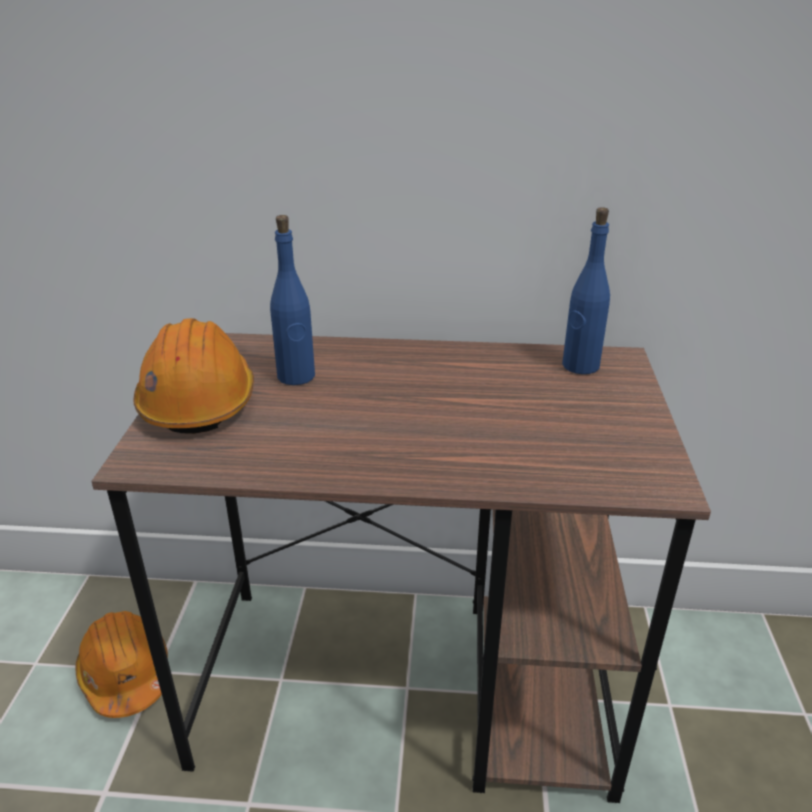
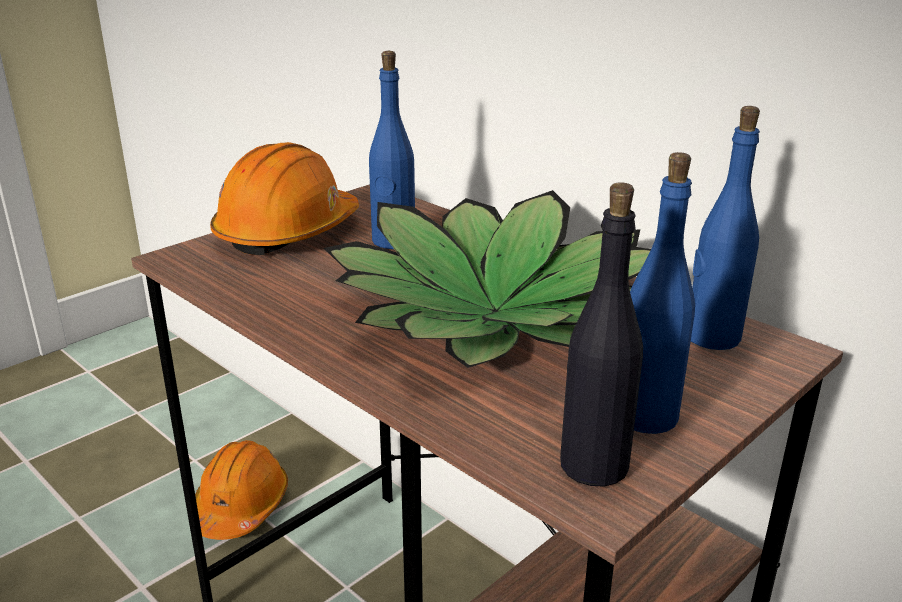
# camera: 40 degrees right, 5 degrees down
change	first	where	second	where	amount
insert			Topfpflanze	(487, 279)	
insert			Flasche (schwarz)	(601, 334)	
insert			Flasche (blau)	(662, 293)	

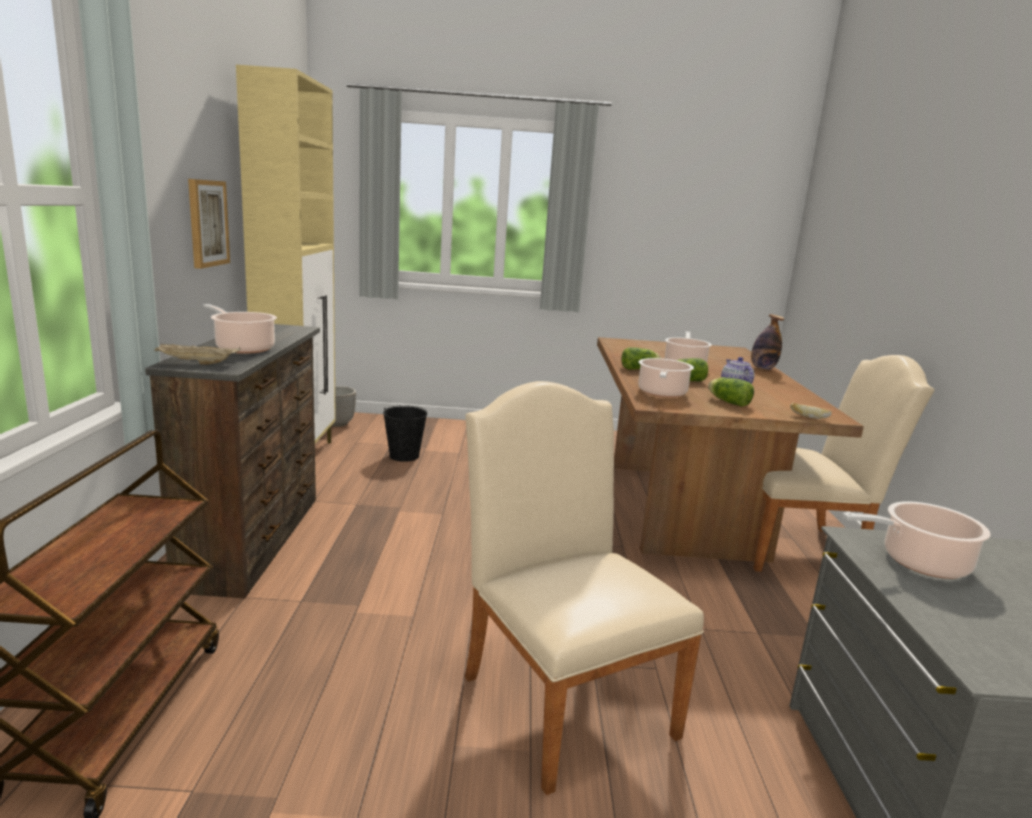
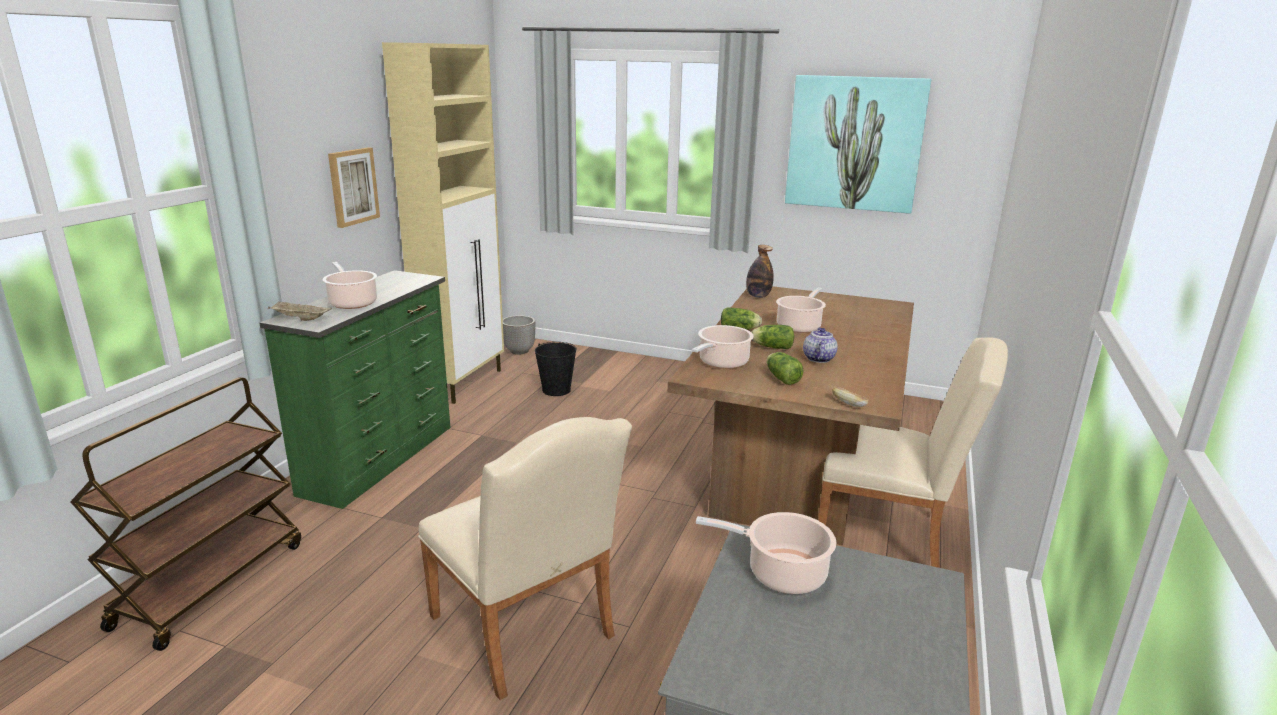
# camera: 20 degrees right, 5 degrees up
change	first	where	second	where	amount
insert			Bild	(858, 144)	
move	Flasche	(767, 342)		(760, 271)	
recolor	Kommode (braun)	(232, 461)	Kommode (grün)	(355, 389)	
rotate	Stuhl (beige)	(584, 588)		(525, 558)	150 degrees clockwise

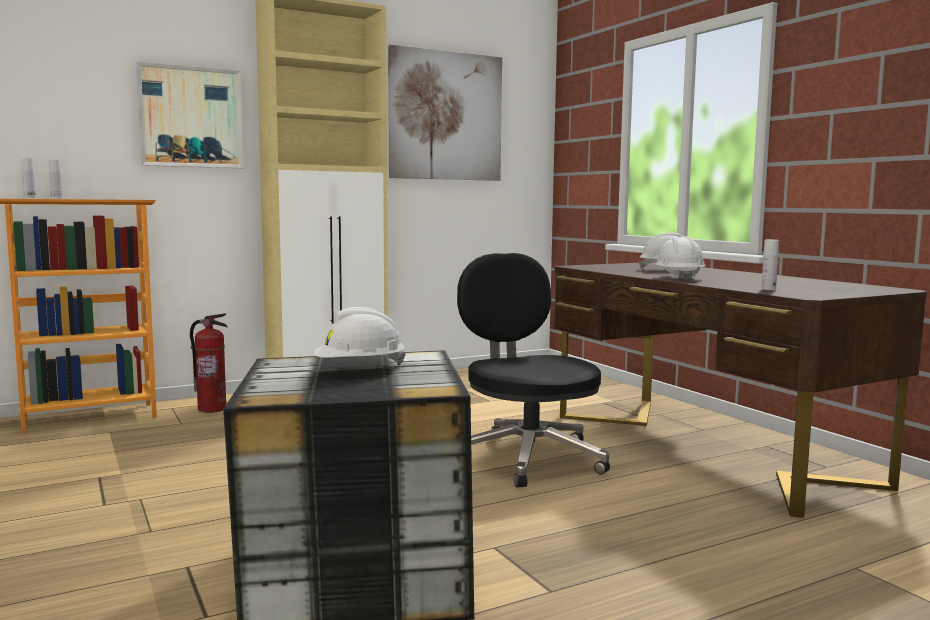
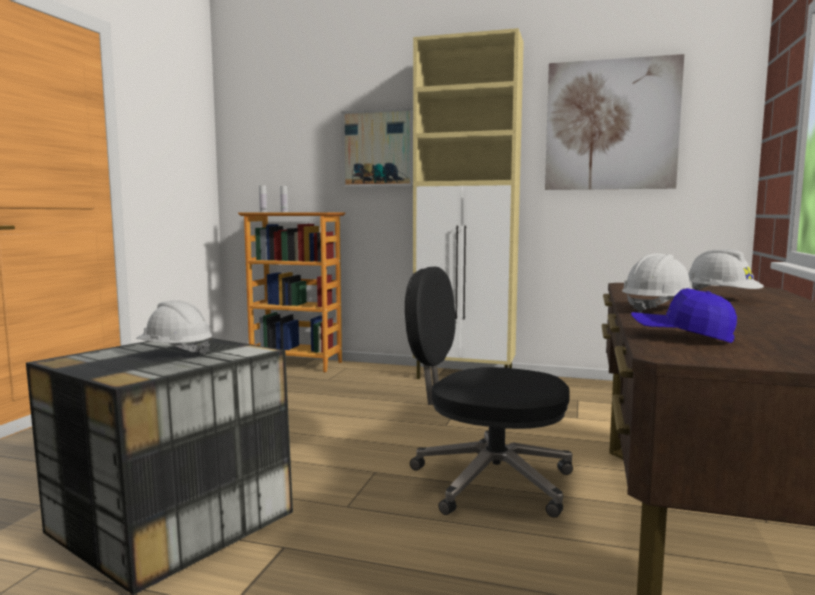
# camera: 45 degrees right, 0 degrees up
change	first	where	second	where	amount
delete	Feuerlöscher	(208, 363)			
replace	Flasche (weiß)	(770, 265)	Kappe (blau)	(684, 315)	
rotate	Bürostuhl (schwarz)	(533, 370)		(489, 392)	90 degrees counterclockwise

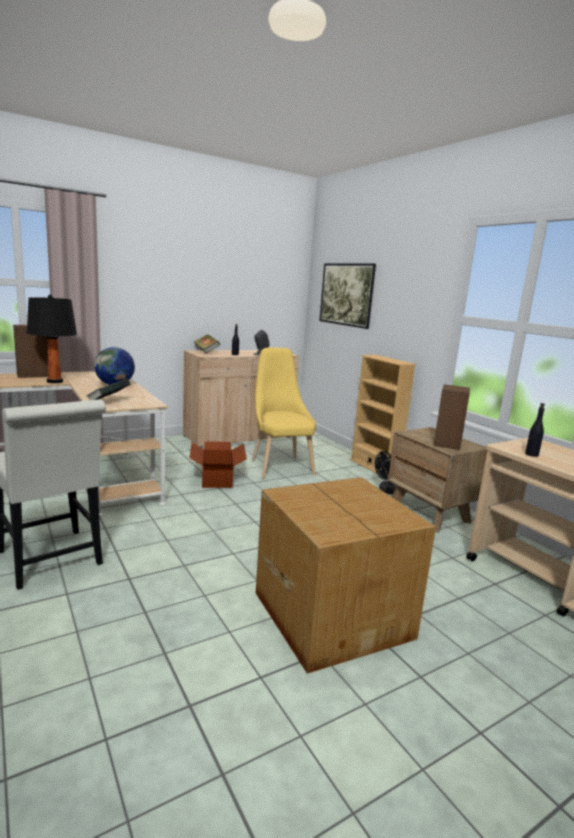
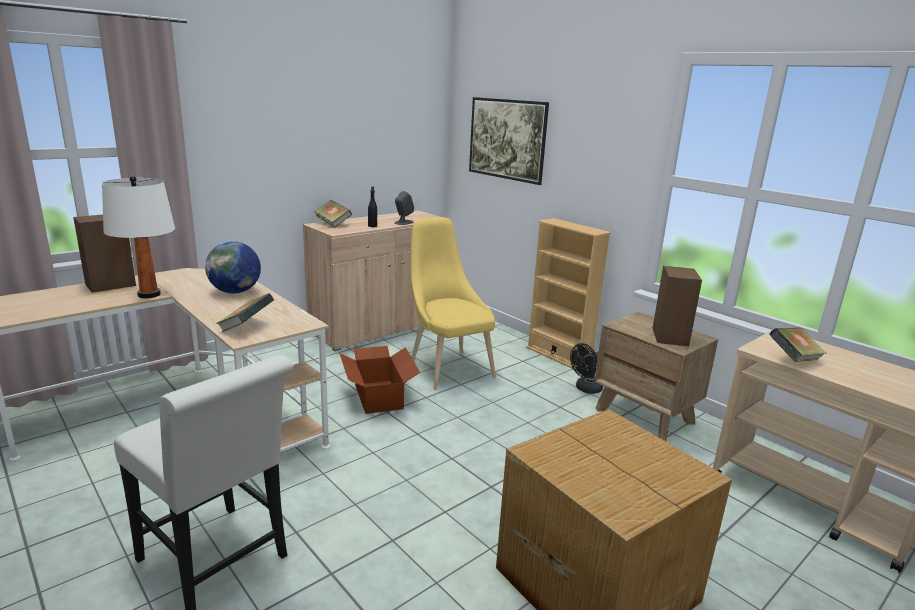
# camera: 10 degrees left, 5 degrees up
change	first	where	second	where	amount
replace	Flasche (schwarz)	(535, 430)	Buch	(797, 344)	
recolor	Tischlampe (schwarz)	(52, 338)	Tischlampe (weiß)	(138, 237)	

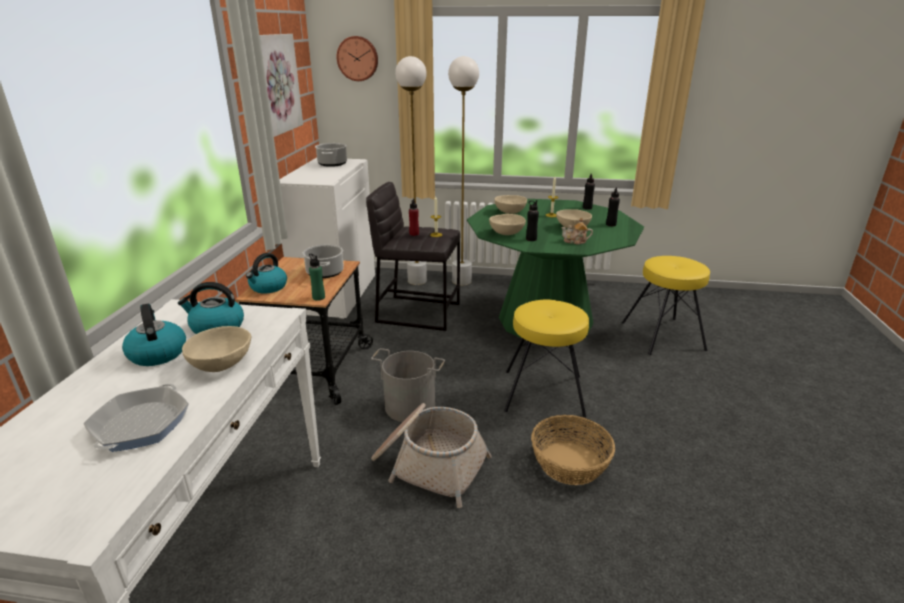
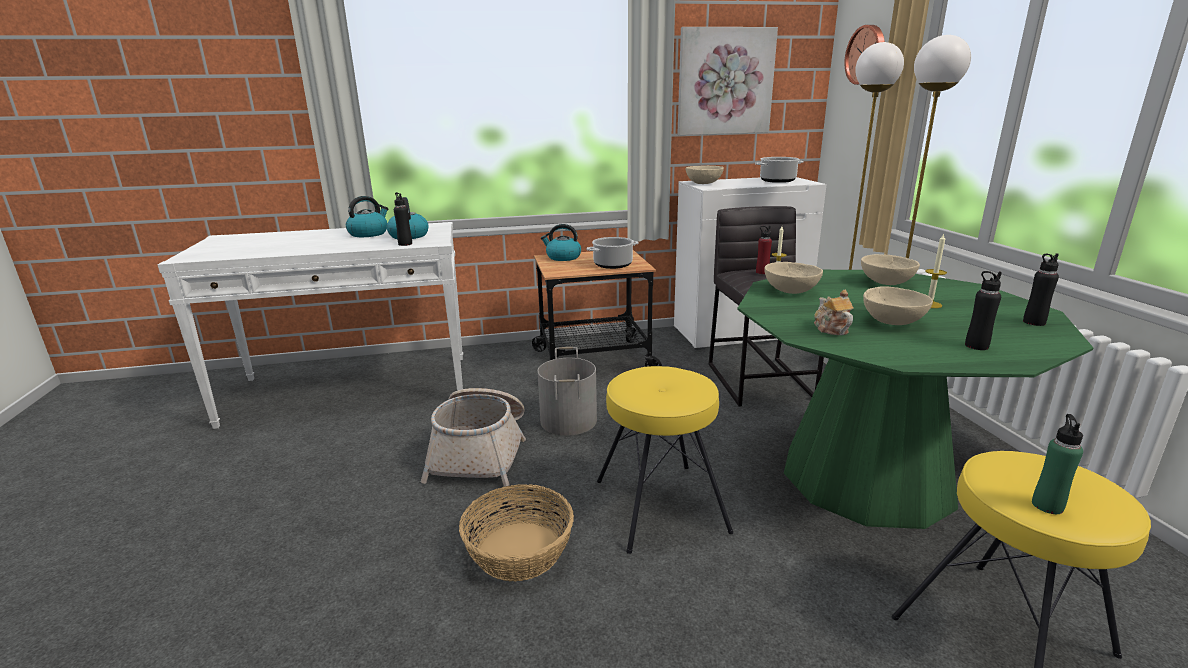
# camera: 70 degrees right, 5 degrees down
change	first	where	second	where	amount
delete	Pfanne	(136, 418)			
move	Schüssel (beige)	(216, 349)		(704, 175)	
move	Flasche (grün)	(317, 277)		(1057, 464)	
move	Flasche (schwarz)	(532, 220)		(403, 219)	

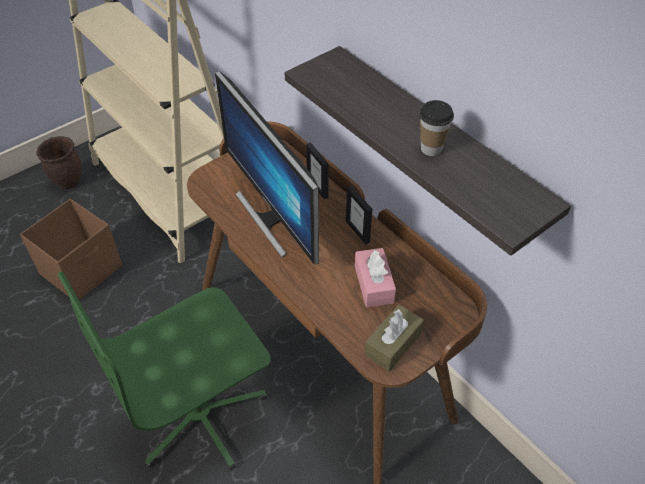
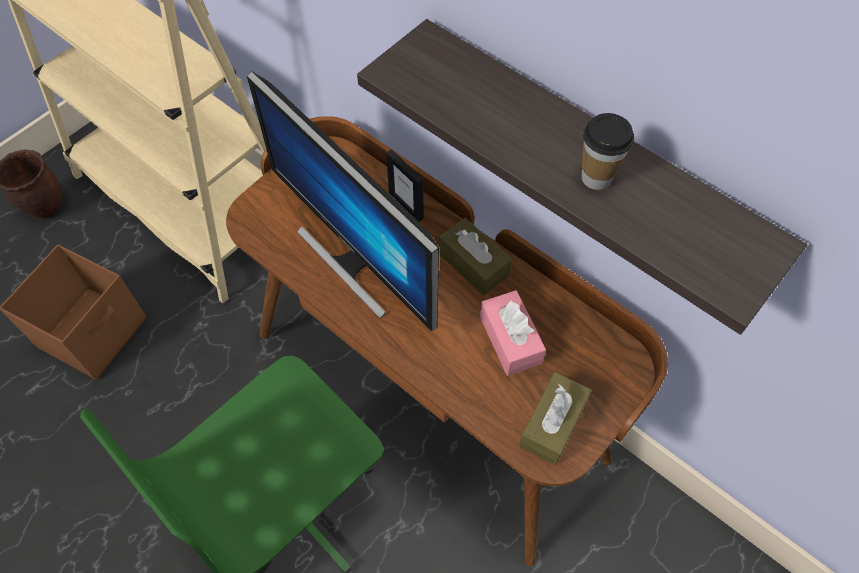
# camera: 10 degrees left, 10 degrees up
change	first	where	second	where	amount
replace	Bilderrahmen	(359, 215)	Taschentuchbox (braun)	(475, 257)	

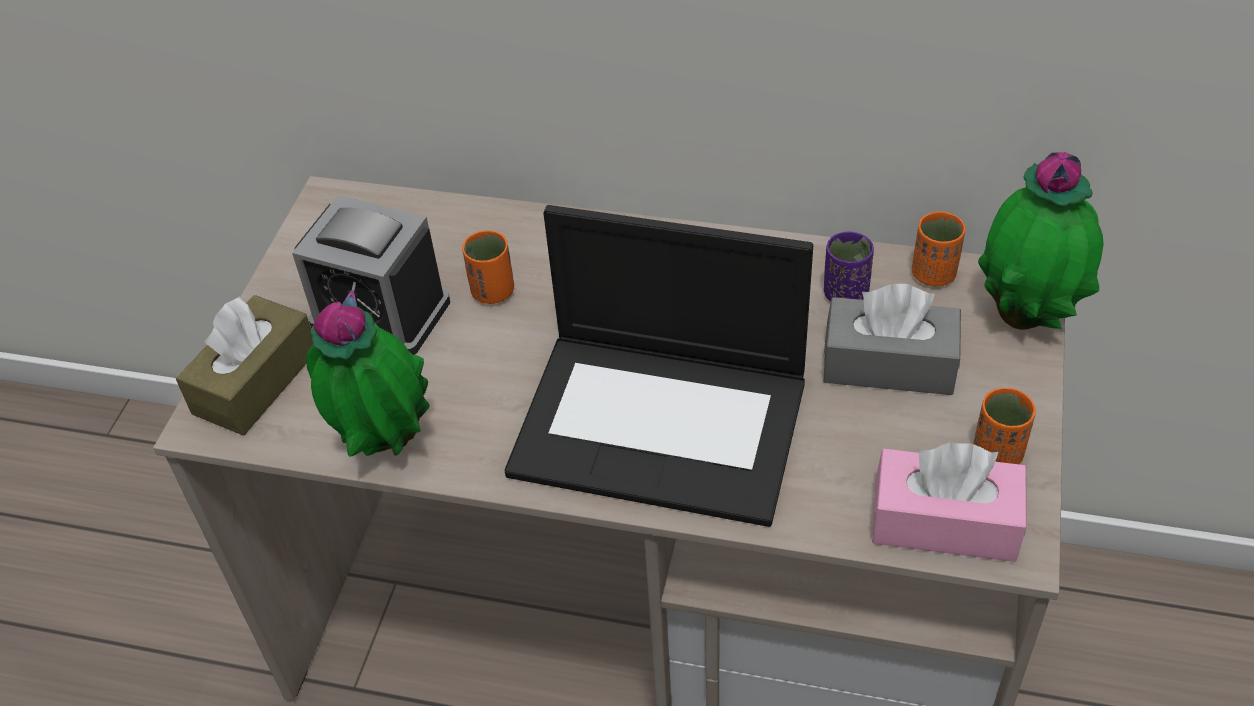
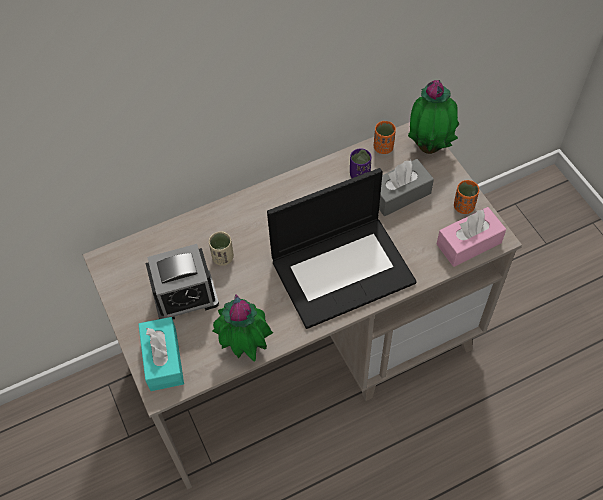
# camera: 40 degrees left, 10 degrees up
change	first	where	second	where	amount
recolor	Taschentuchbox (braun)	(244, 365)	Taschentuchbox (türkis)	(161, 354)	
recolor	Tasse (orange)	(488, 267)	Tasse (beige)	(221, 248)	

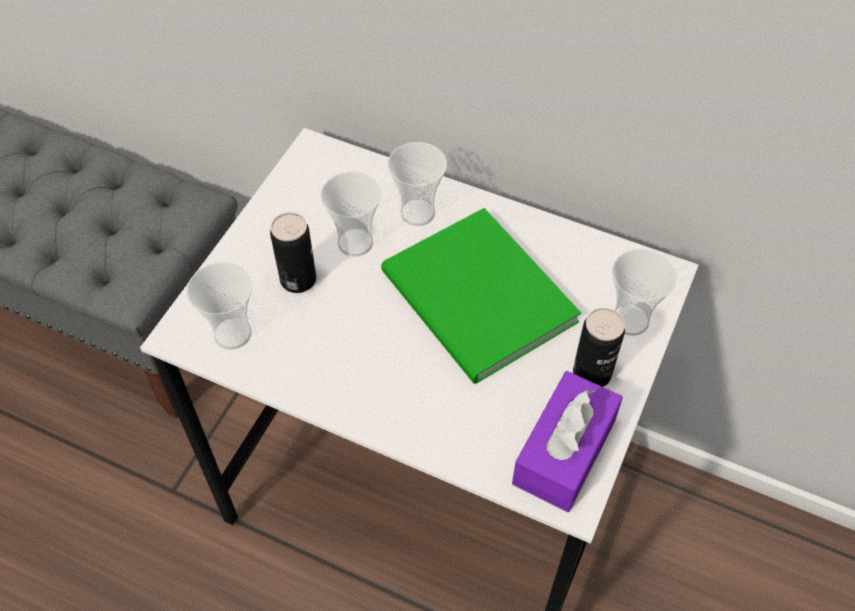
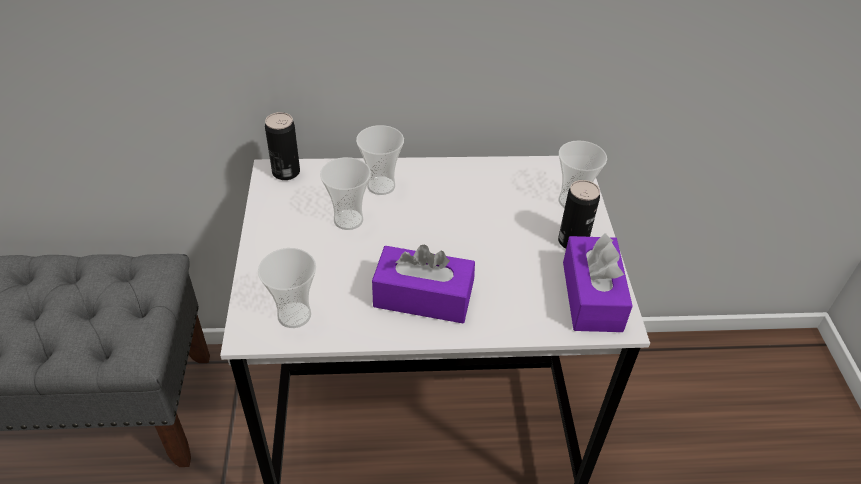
# camera: 30 degrees left, 10 degrees down
change	first	where	second	where	amount
delete	Buch (grün)	(481, 296)			
insert			Taschentuchbox (lila)	(423, 283)	
move	Dose	(293, 252)		(282, 146)	

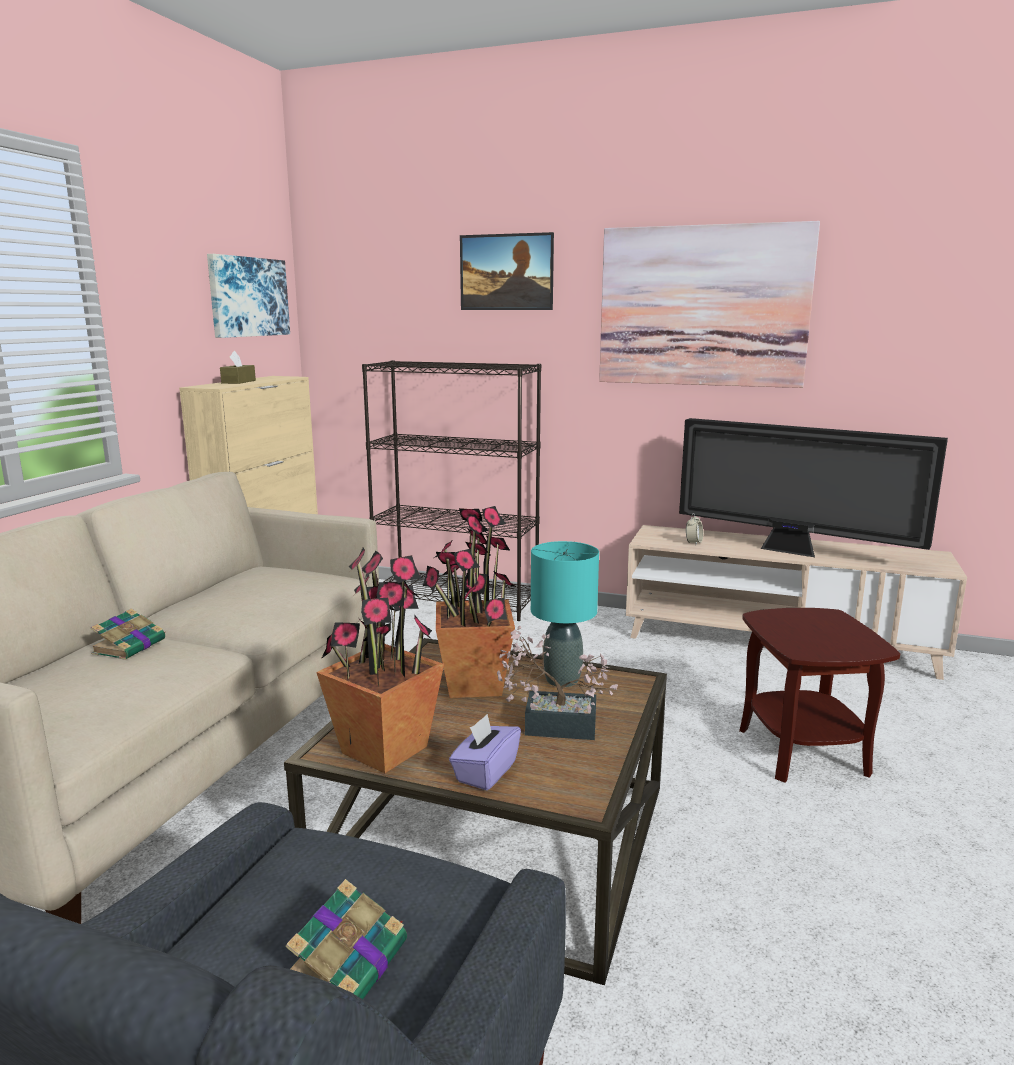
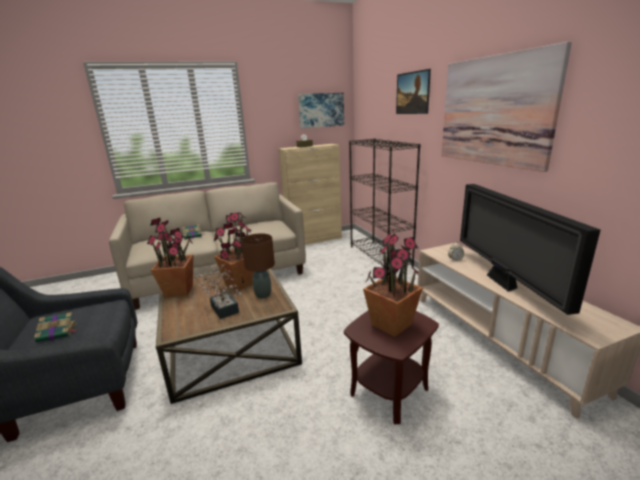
# camera: 50 degrees right, 5 degrees up
change	first	where	second	where	amount
delete	Taschentuchbox (lila)	(485, 752)			
insert			Topfpflanze	(393, 284)	
recolor	Tischlampe (türkis)	(565, 614)	Tischlampe (braun)	(258, 266)	

